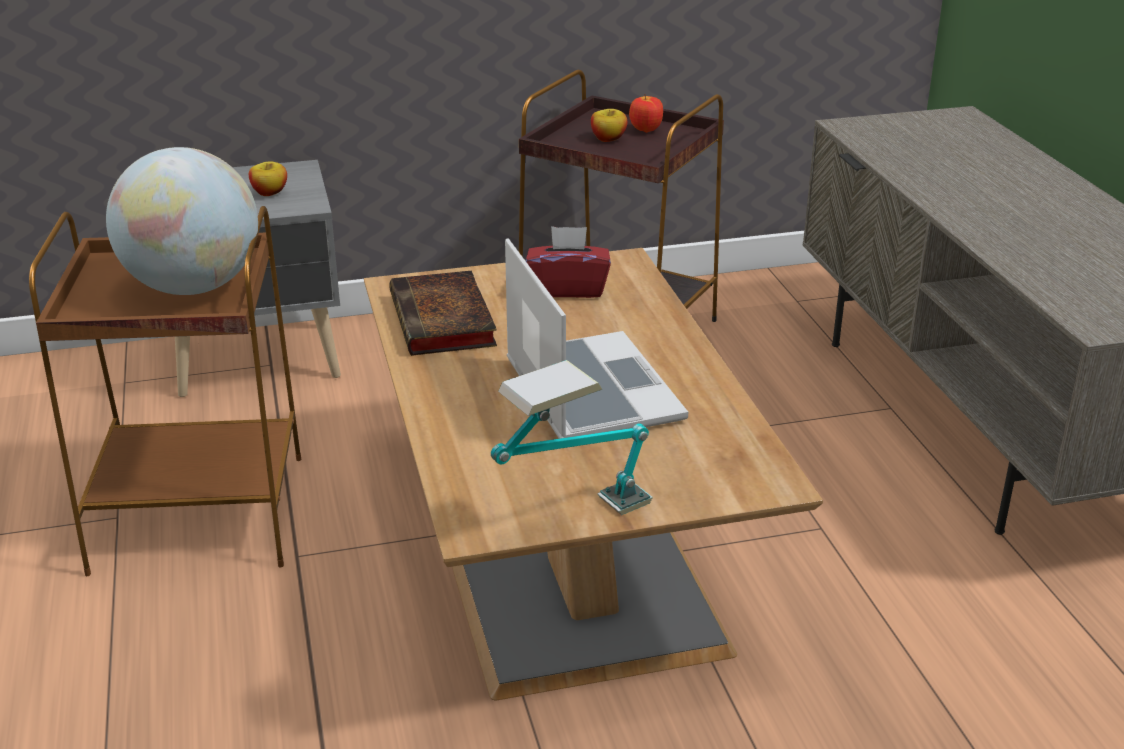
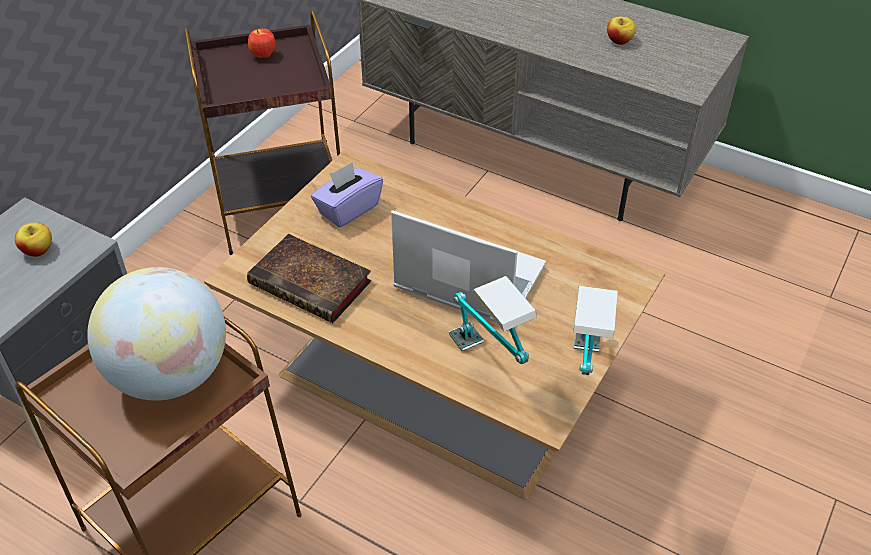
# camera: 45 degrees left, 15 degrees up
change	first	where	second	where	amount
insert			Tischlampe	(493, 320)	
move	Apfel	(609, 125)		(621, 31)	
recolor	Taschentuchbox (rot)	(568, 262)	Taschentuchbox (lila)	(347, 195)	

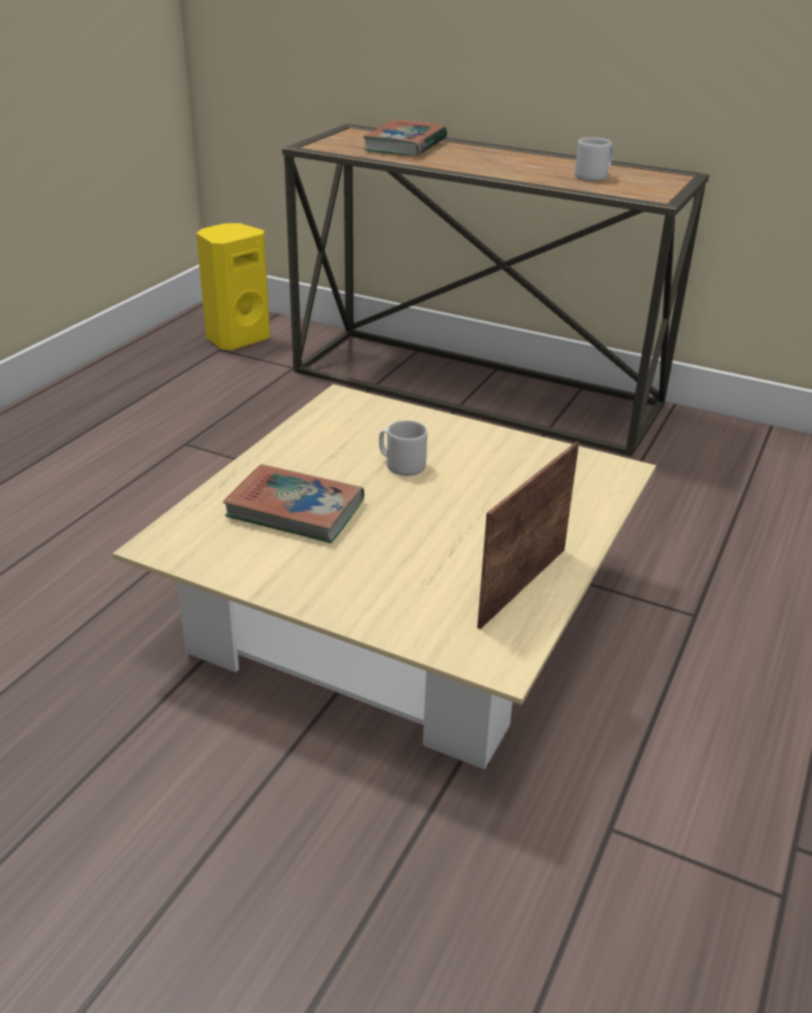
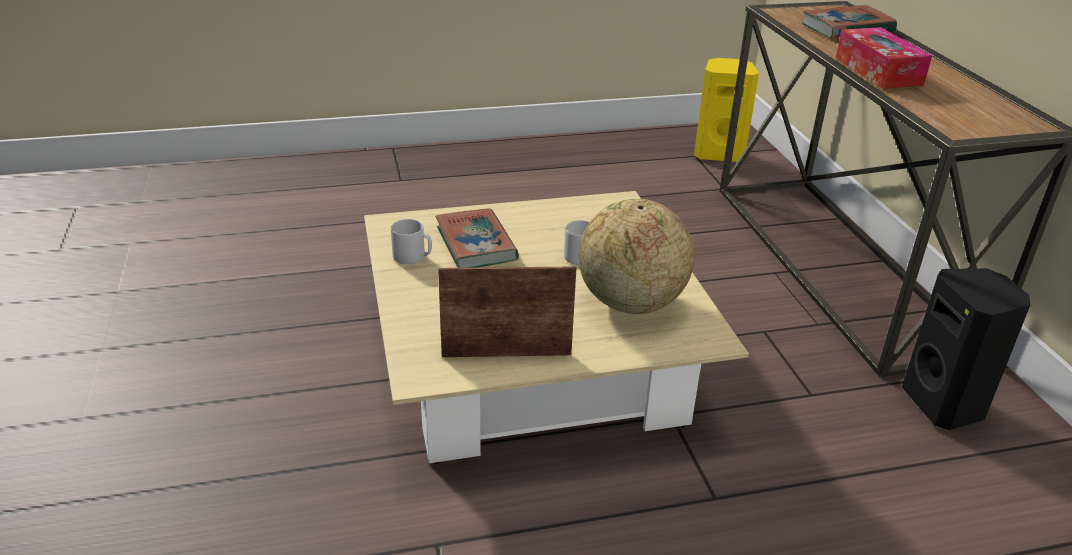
# camera: 50 degrees right, 0 degrees up
change	first	where	second	where	amount
insert			Globus	(636, 256)	
insert			Taschentuchbox	(884, 58)	
insert			Lautsprecher (schwarz)	(966, 349)	
move	Henkelbecher (grau)	(594, 159)		(411, 241)	

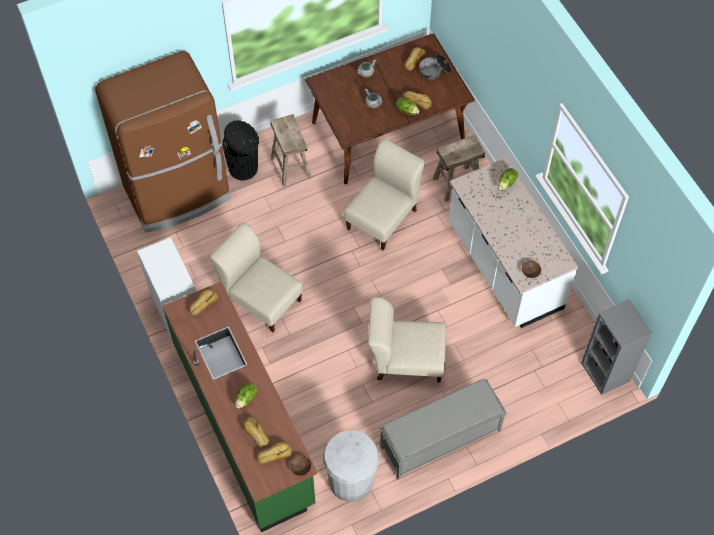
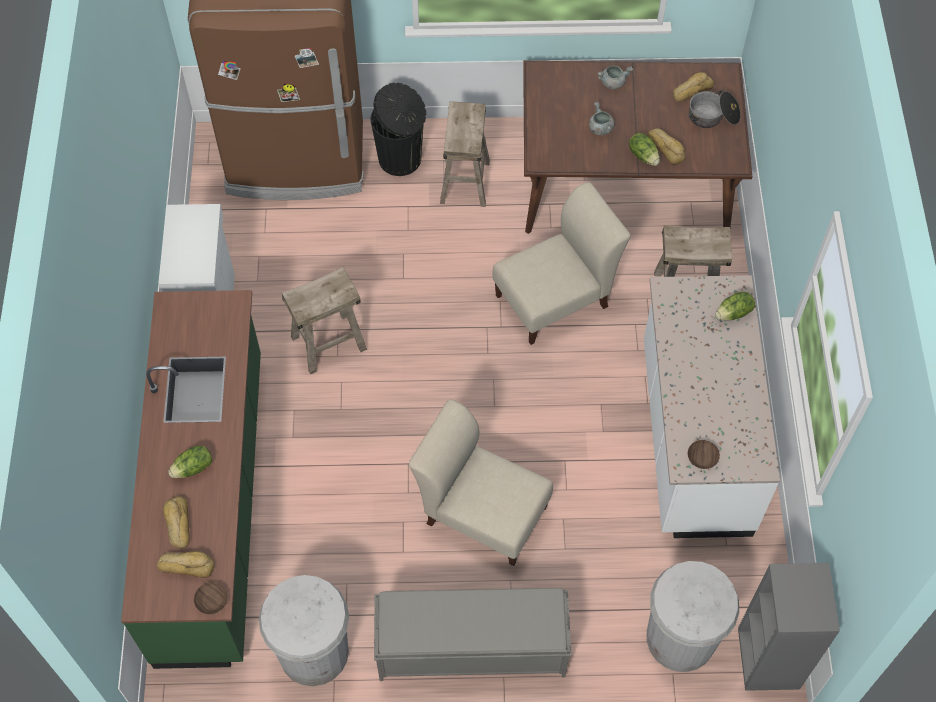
# camera: 25 degrees right, 0 degrees up
change	first	where	second	where	amount
delete	Brot	(204, 302)			
insert			Mülleimer (weiß)	(693, 616)	
replace	Stuhl (beige)	(256, 277)	Hocker (beige)	(324, 320)	

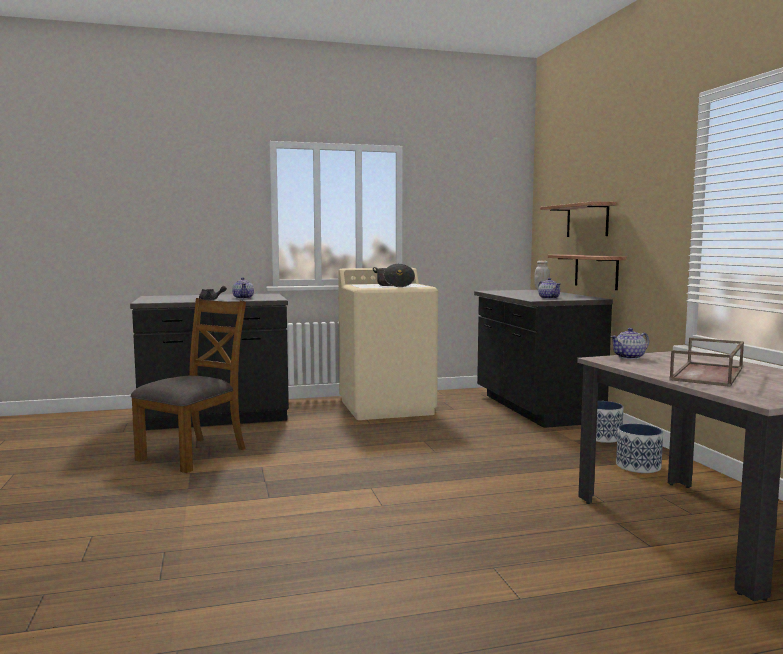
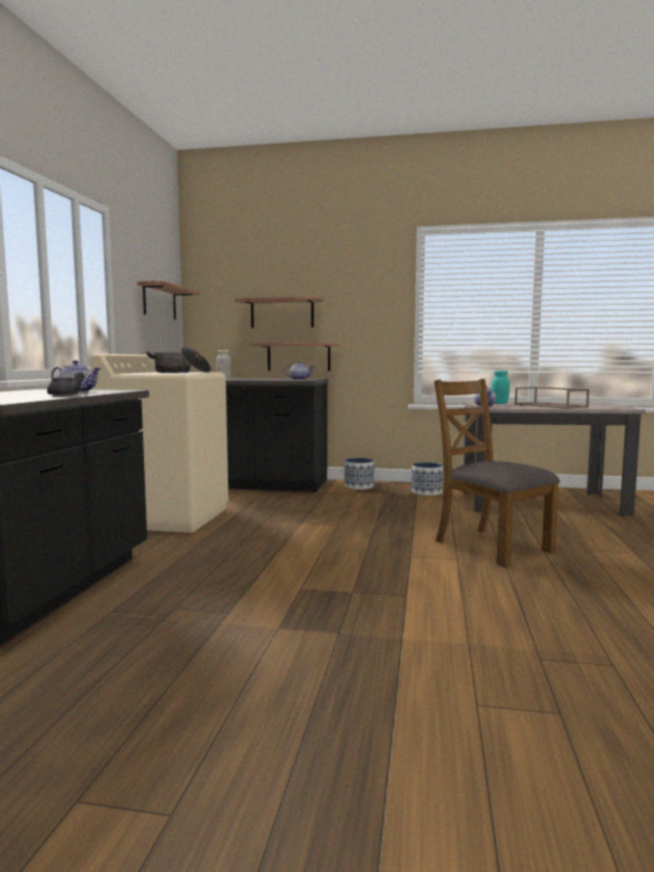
# camera: 65 degrees left, 0 degrees up
change	first	where	second	where	amount
insert			Wandregal	(168, 300)	
insert			Vorratsglas (türkis)	(500, 387)	
move	Stuhl (braun)	(188, 385)		(497, 473)	

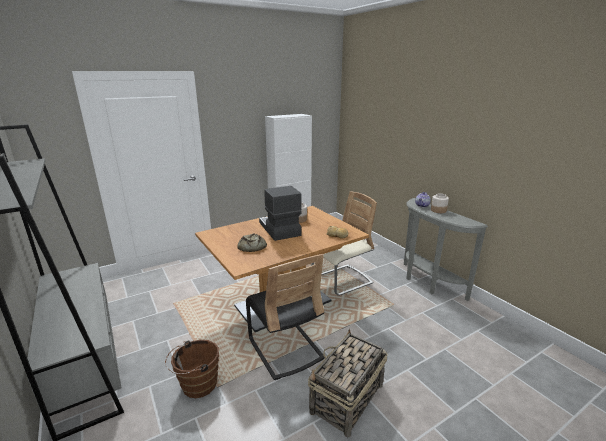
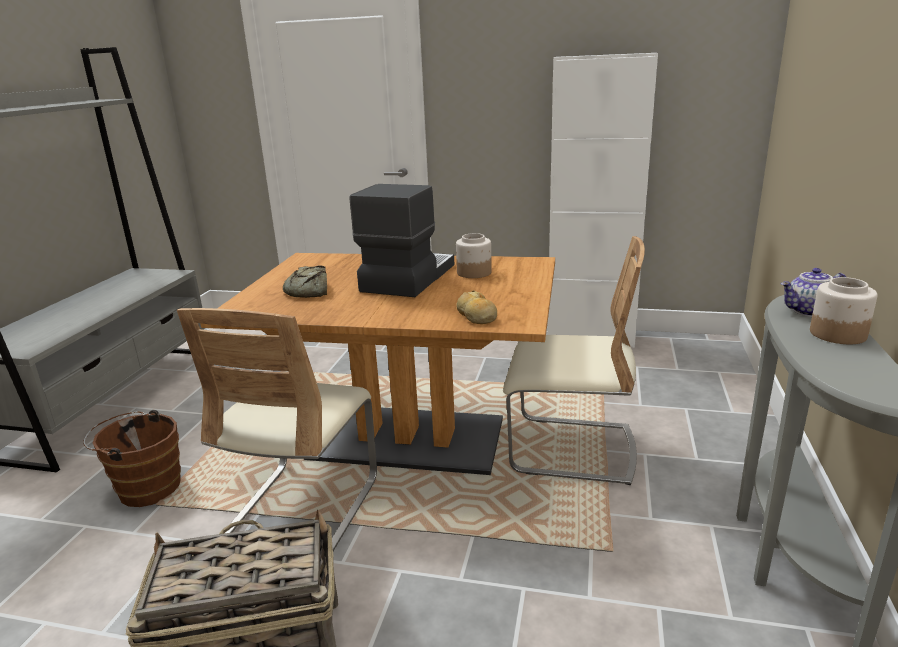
# camera: 45 degrees right, 0 degrees up
change	first	where	second	where	amount
recolor	Stuhl (schwarz)	(285, 317)	Stuhl (beige)	(277, 429)	

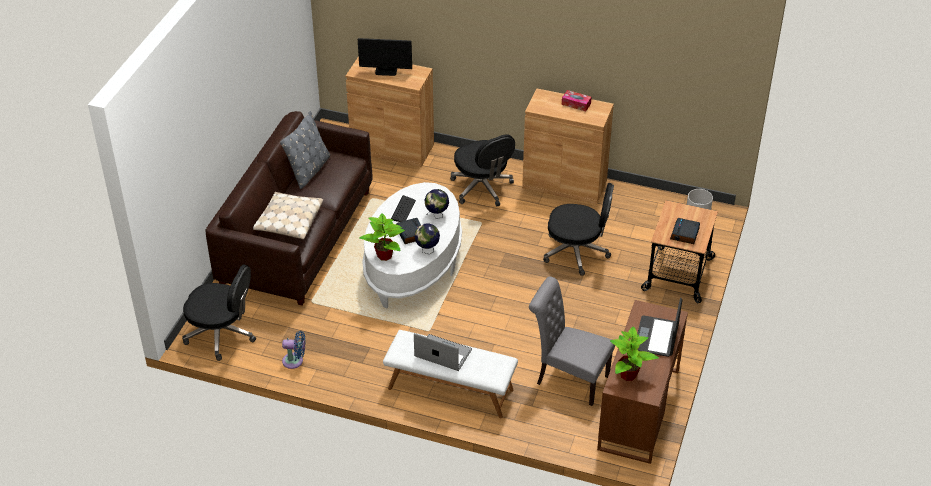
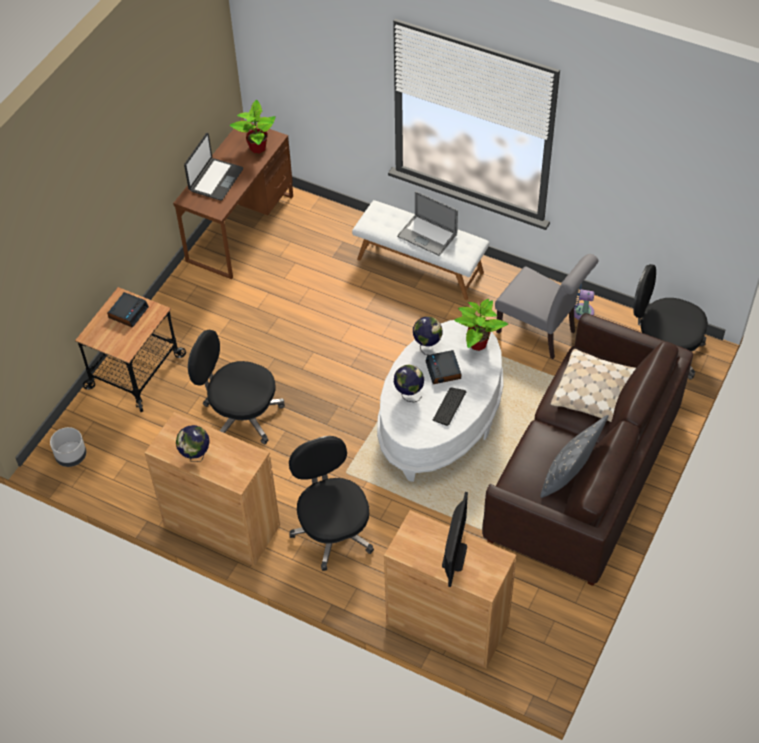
# camera: 170 degrees left, 10 degrees up
change	first	where	second	where	amount
move	Stuhl (grau)	(572, 341)		(547, 306)	
replace	Taschentuchbox	(577, 101)	Globus	(193, 443)	
rotate	Monitor	(385, 57)		(455, 539)	90 degrees clockwise

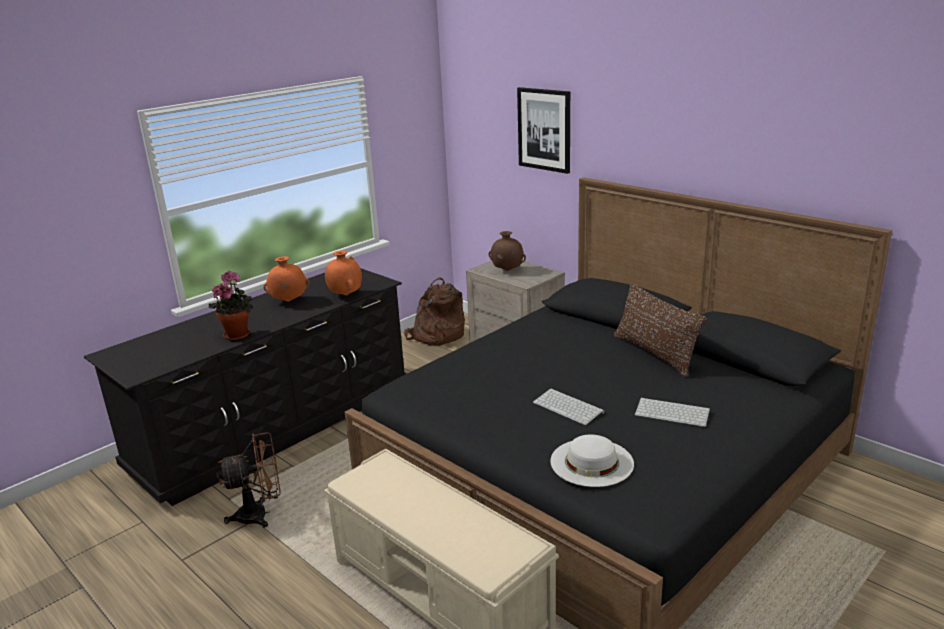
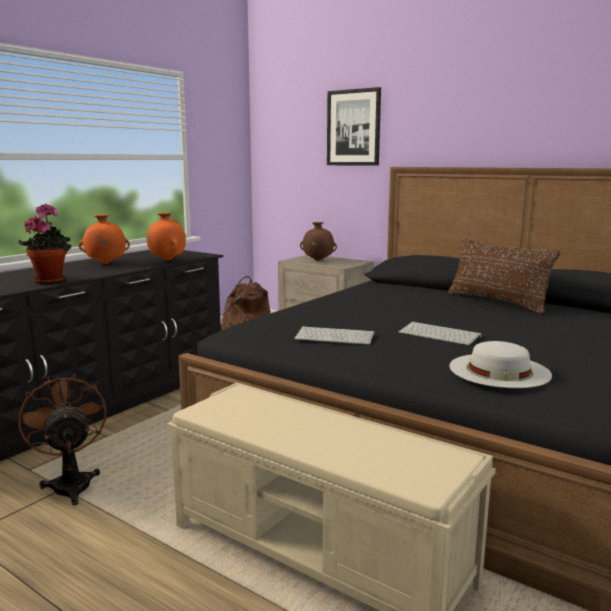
# camera: 10 degrees left, 10 degrees down
change	first	where	second	where	amount
move	Tastatur	(672, 412)		(334, 335)	
rotate	Ventilator (braun)	(248, 480)		(62, 439)	90 degrees counterclockwise

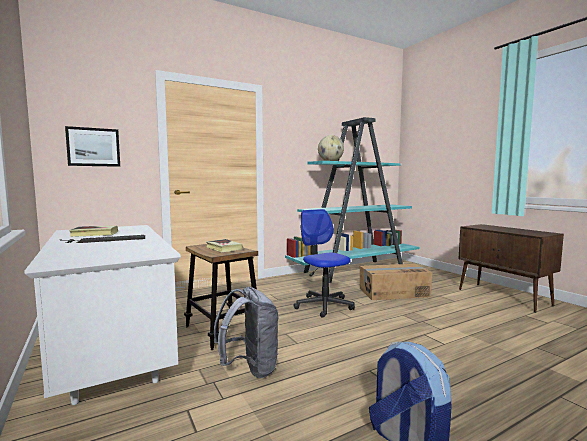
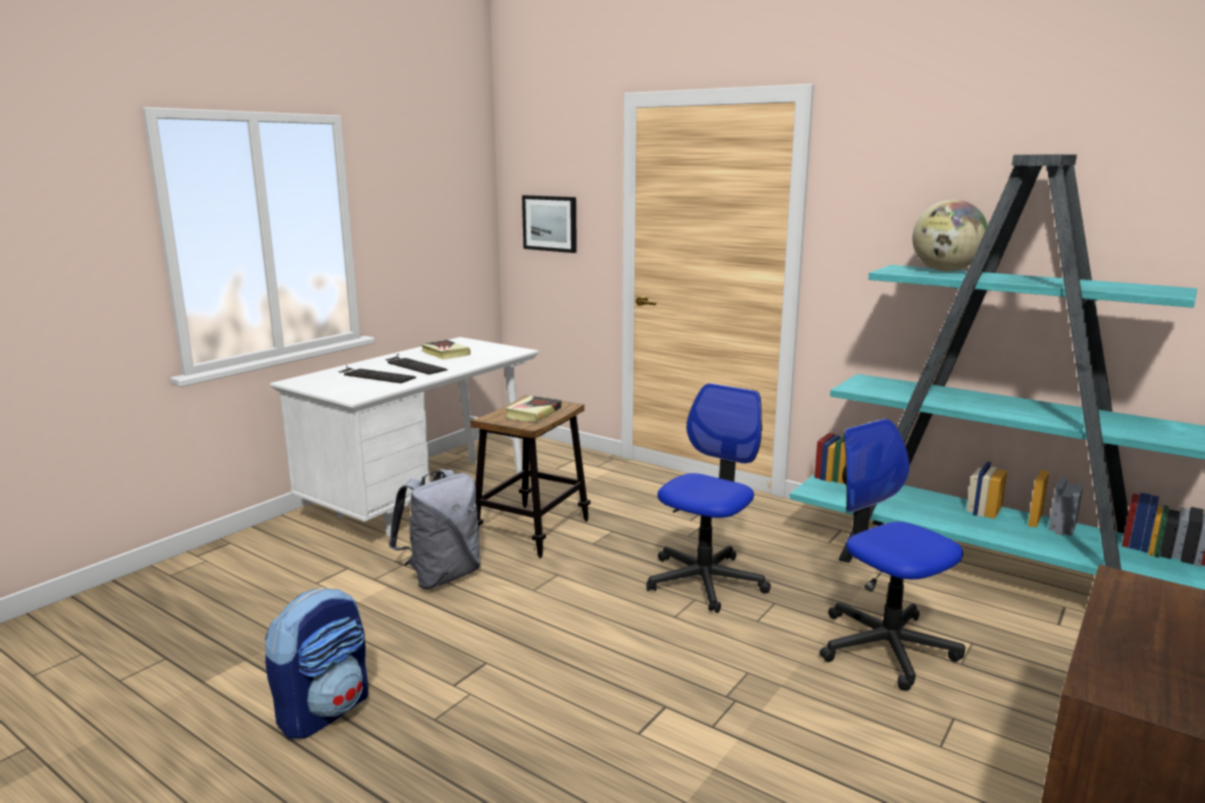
# camera: 65 degrees right, 10 degrees up
change	first	where	second	where	amount
insert			Tastatur	(377, 374)	
replace	Karton	(396, 282)	Bürostuhl	(892, 555)	

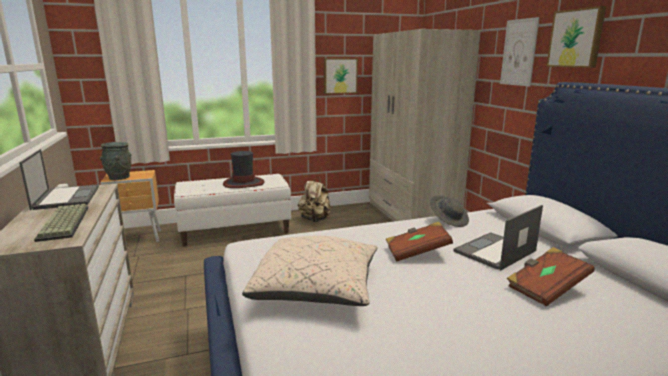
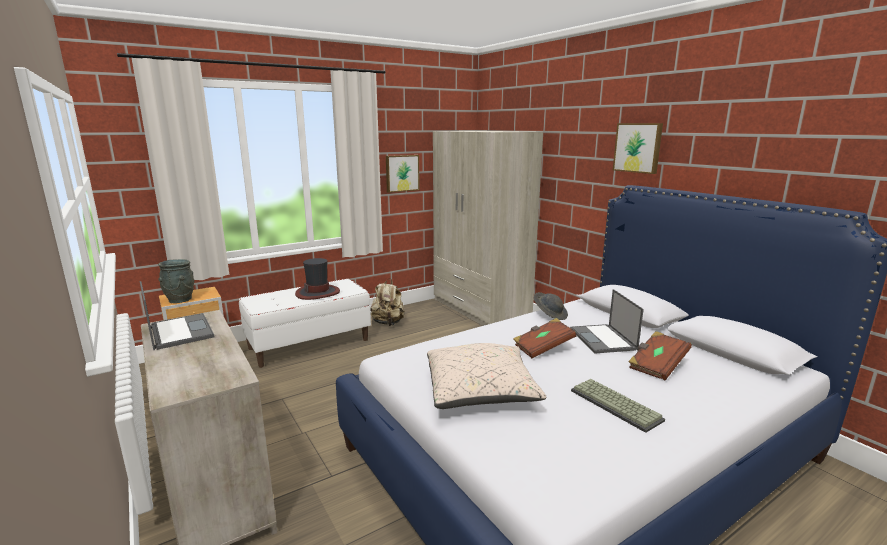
# camera: 15 degrees left, 0 degrees up
change	first	where	second	where	amount
delete	Bild	(520, 51)			
move	Tastatur	(61, 223)		(618, 406)	
rotate	Laptop	(498, 238)		(607, 321)	45 degrees counterclockwise

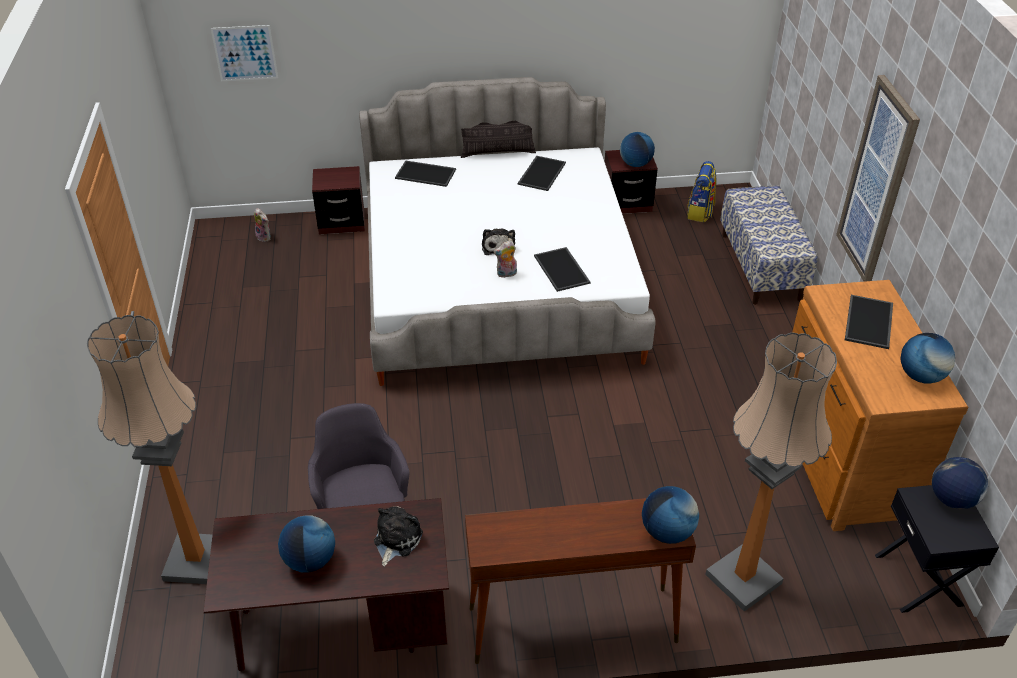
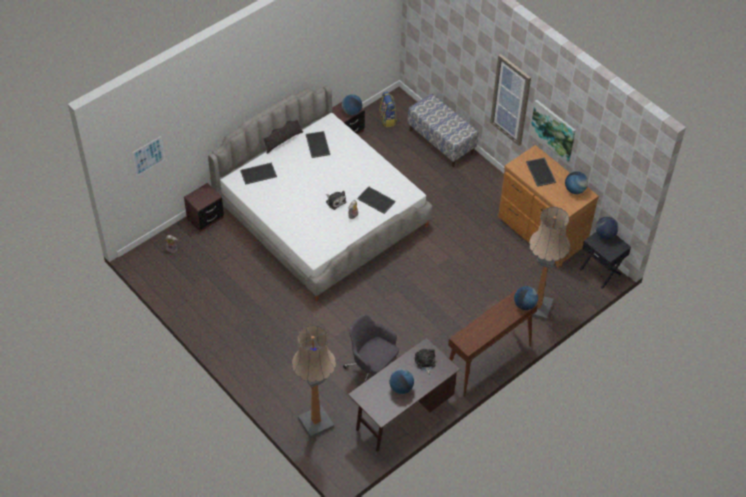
# camera: 35 degrees left, 10 degrees up
change	first	where	second	where	amount
insert			Bild	(553, 131)	

